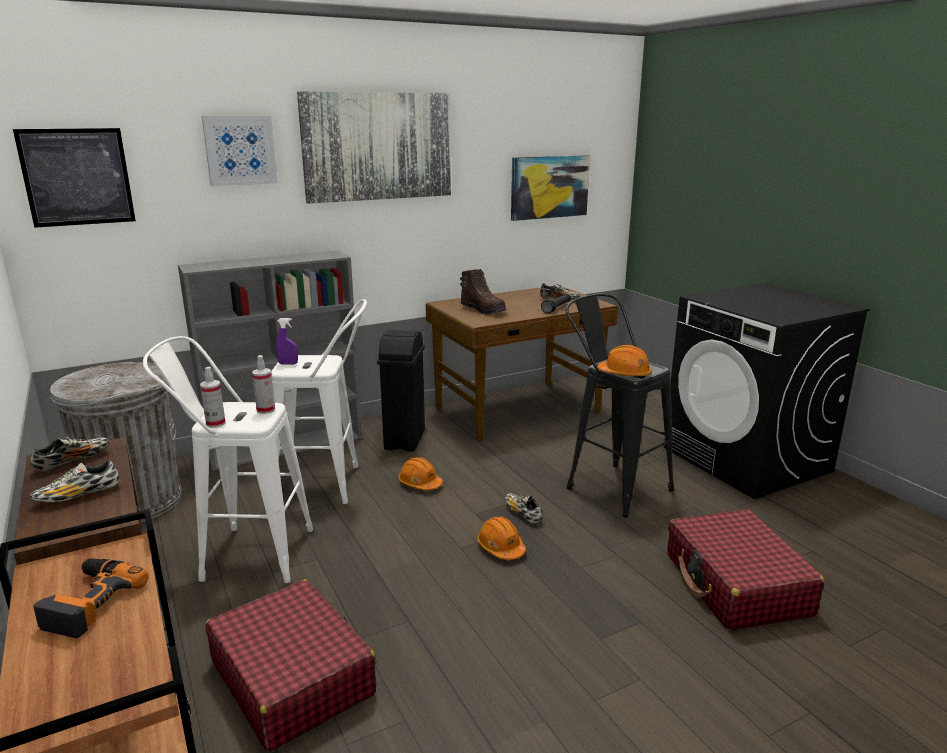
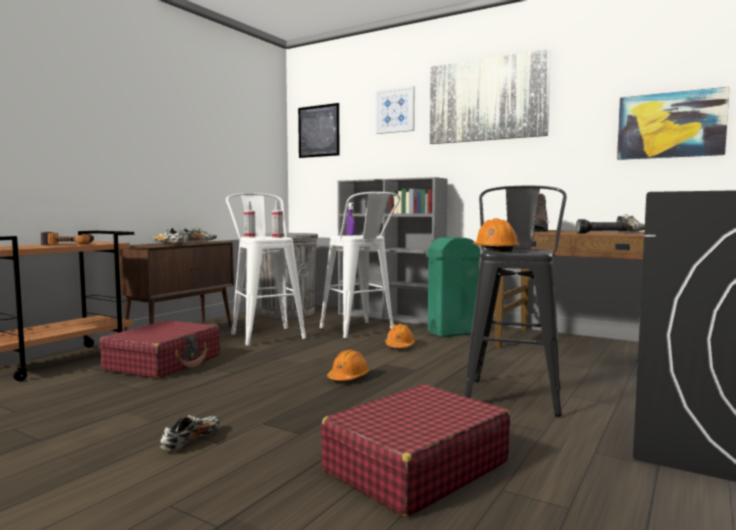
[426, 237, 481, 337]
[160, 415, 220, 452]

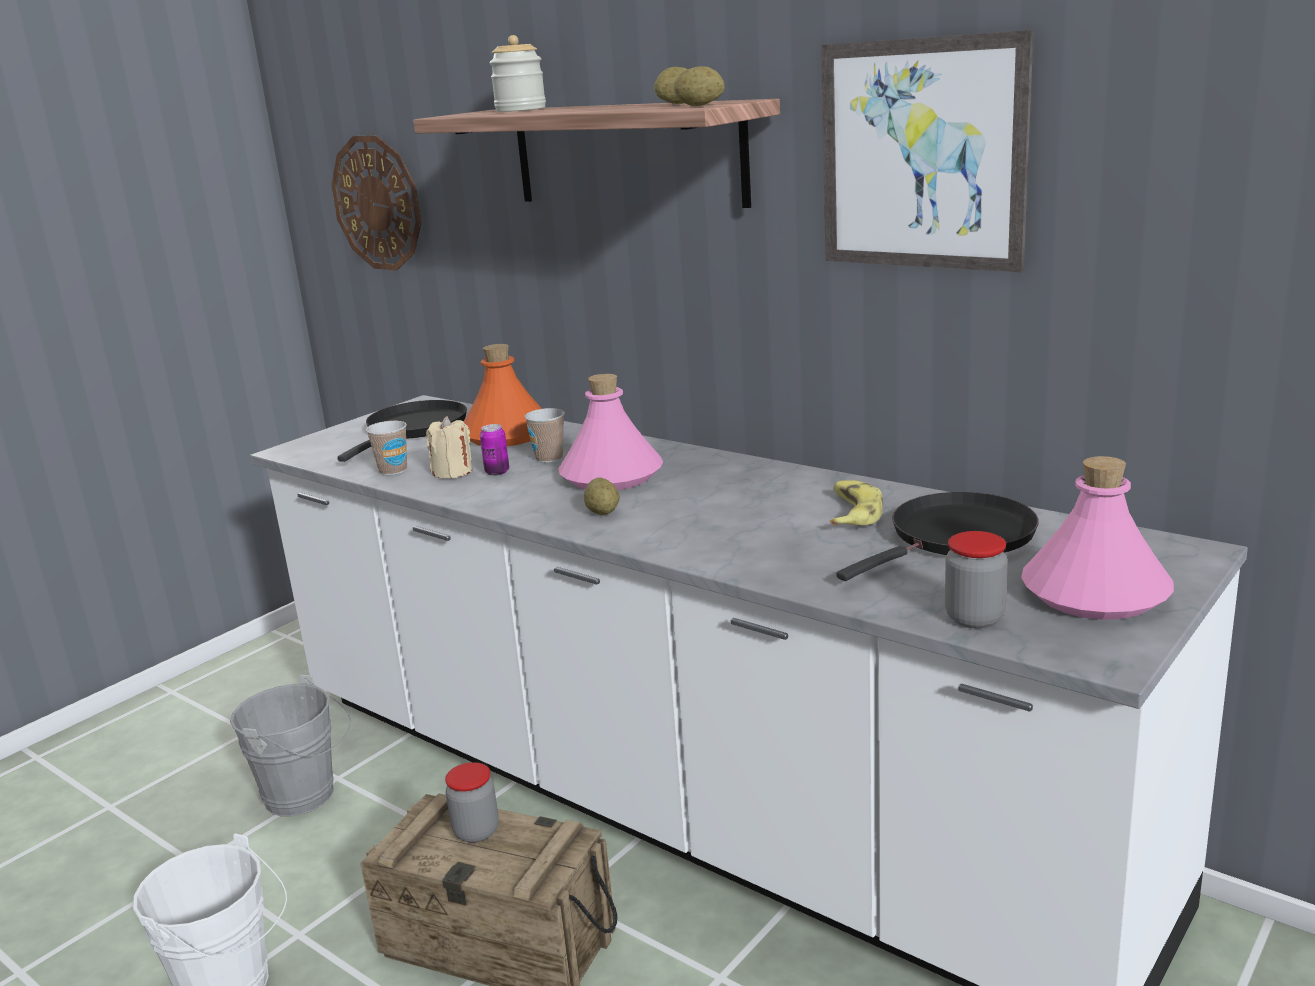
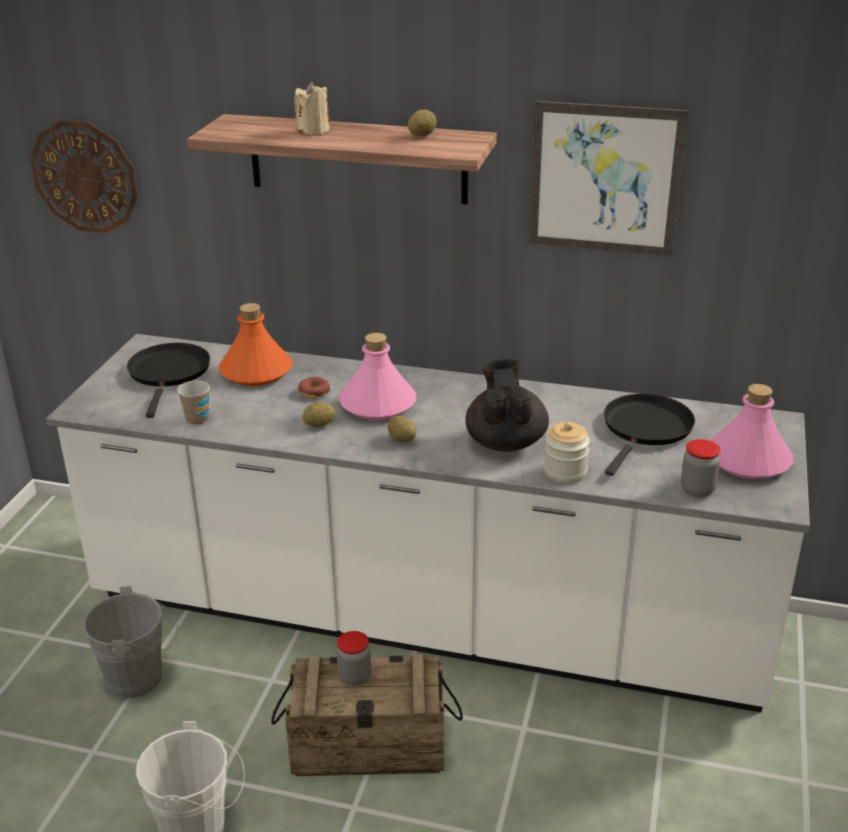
[544, 422, 590, 484]
[302, 402, 335, 427]
[298, 377, 330, 398]
[294, 82, 329, 134]
[480, 424, 509, 476] (first image)
[830, 480, 883, 526] (first image)
[465, 359, 549, 452]

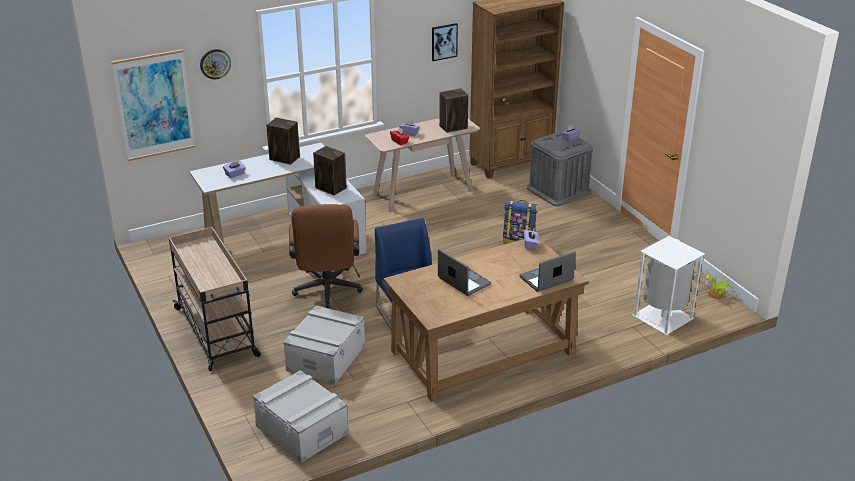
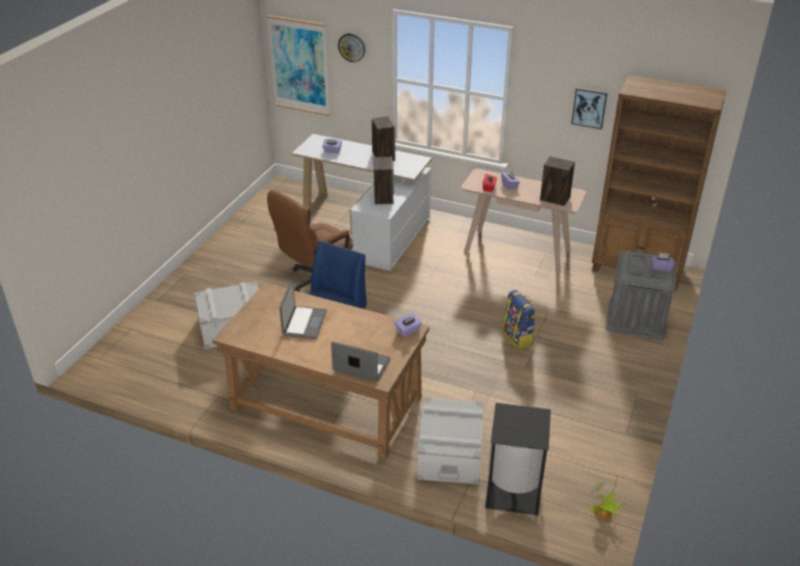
[169, 227, 261, 371] (first image)
[485, 403, 551, 515]
[416, 397, 483, 485]

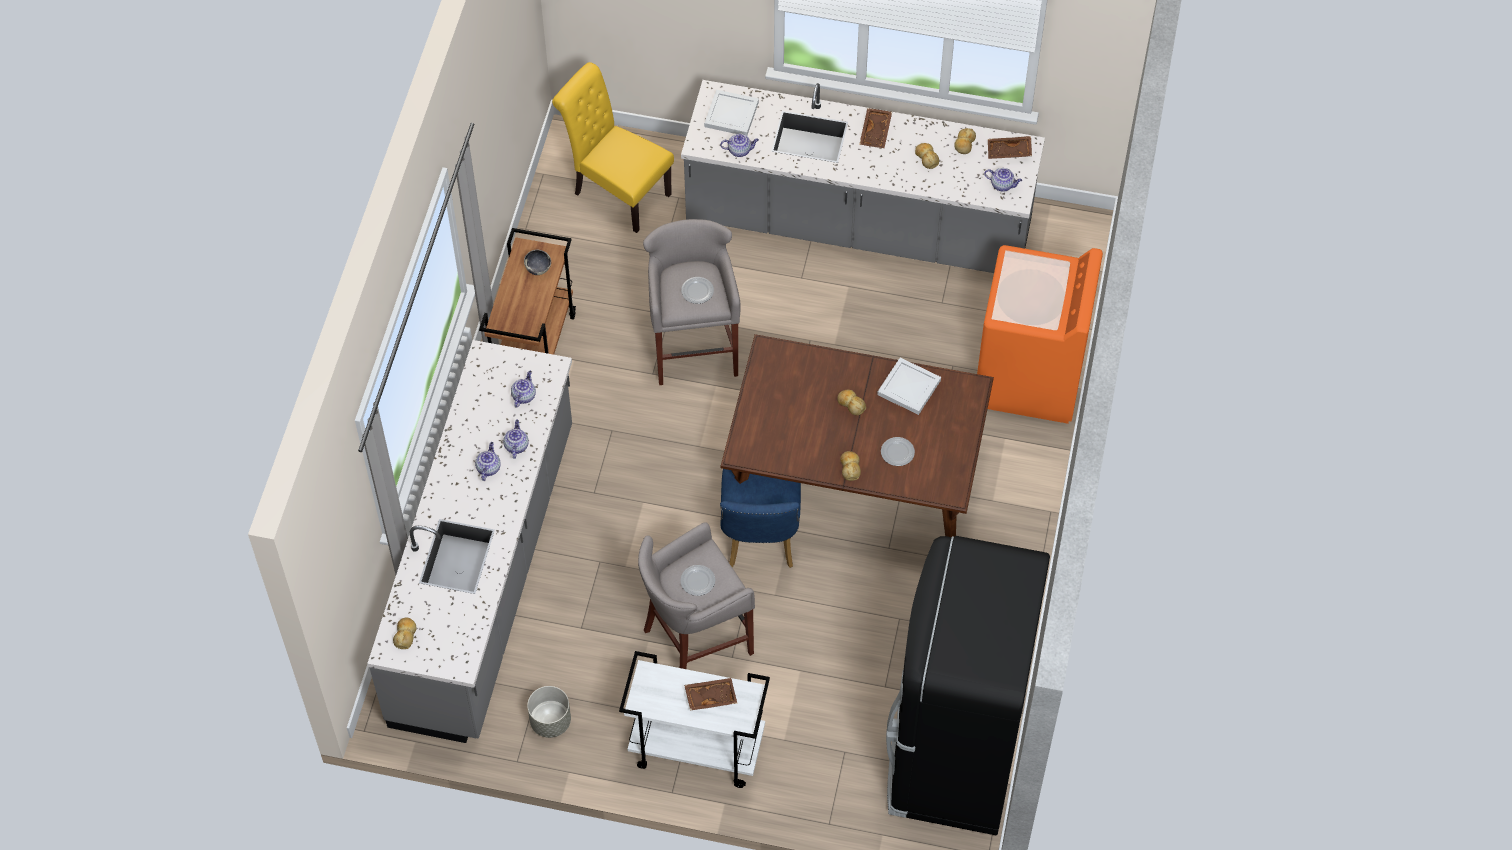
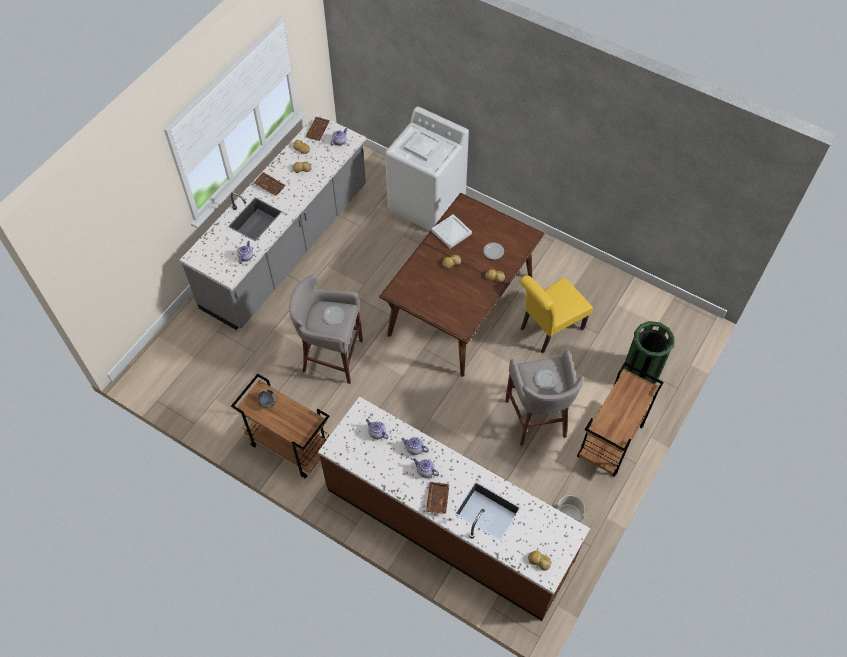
[519, 275, 593, 353]
[404, 130, 443, 161]
[385, 106, 469, 231]
[318, 396, 590, 621]
[720, 469, 801, 568] (first image)
[886, 536, 1050, 835] (first image)
[577, 362, 664, 477]
[426, 482, 449, 514]
[623, 321, 675, 384]

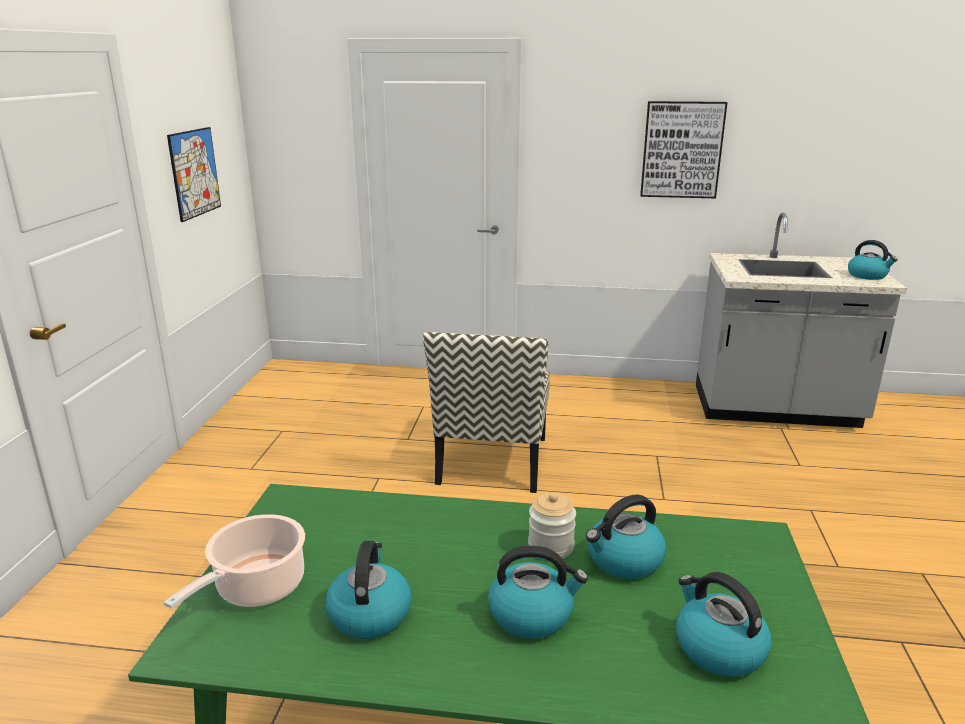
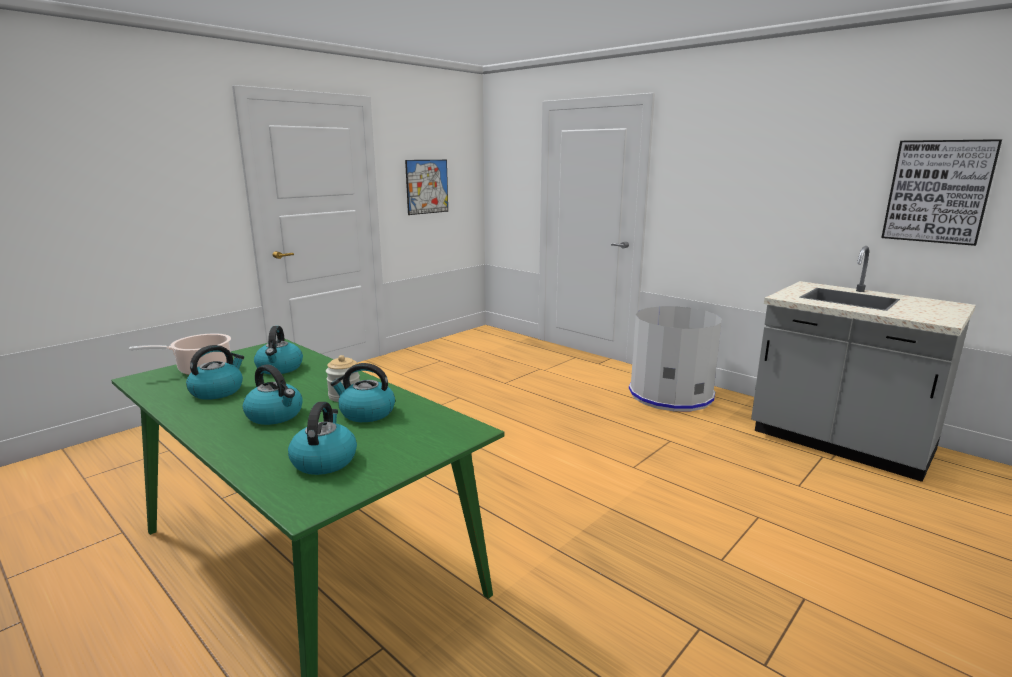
[881, 139, 1002, 246]
[254, 326, 303, 374]
[423, 332, 550, 493] (first image)
[629, 306, 722, 411]

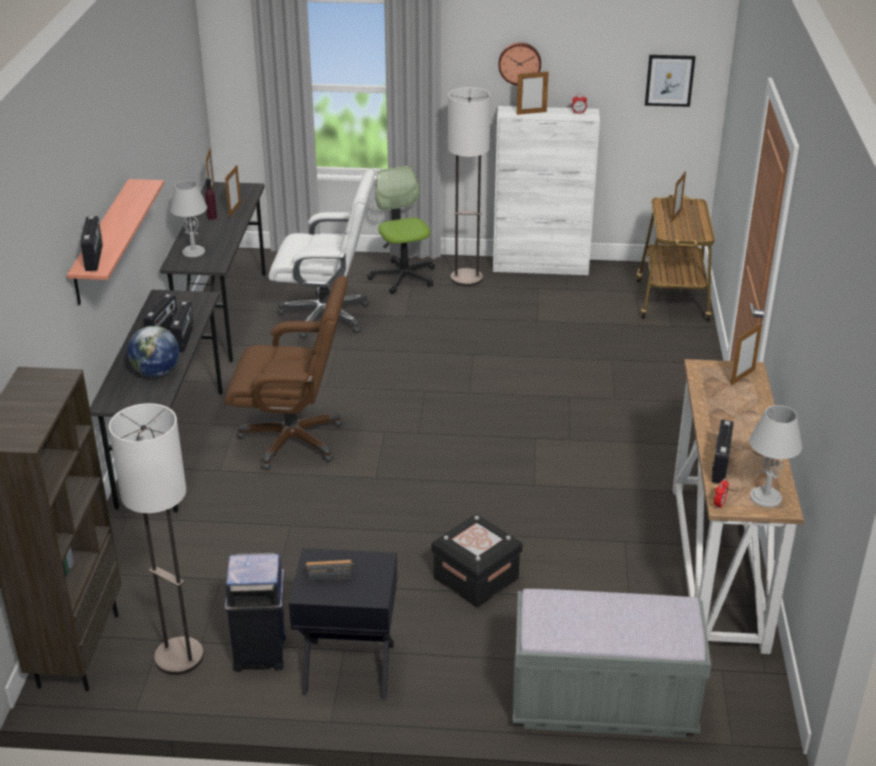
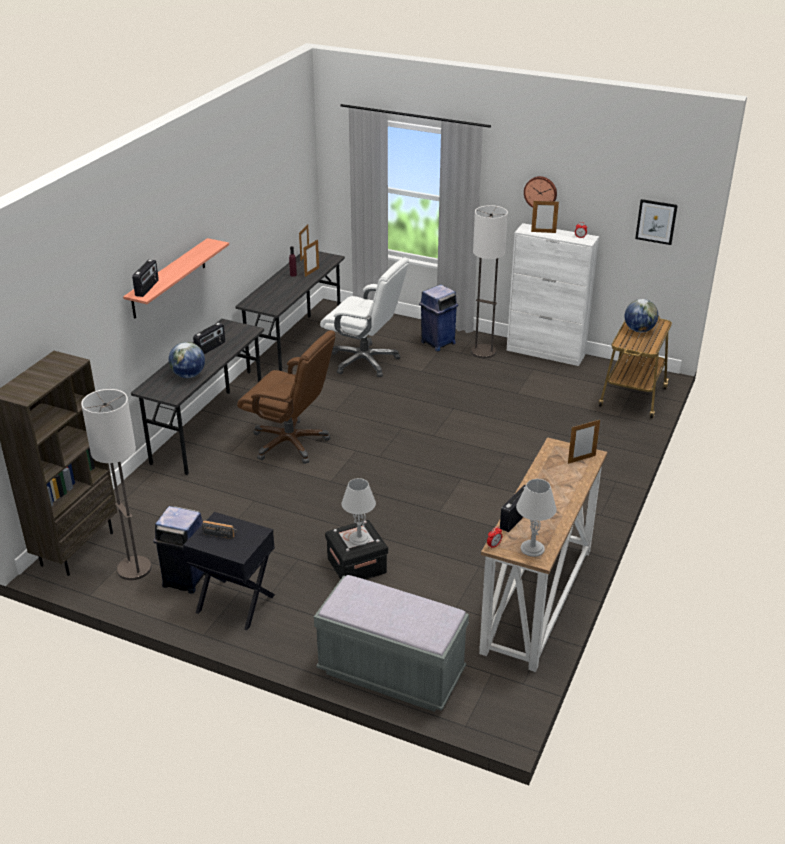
[419, 284, 458, 351]
[625, 299, 658, 332]
[341, 478, 376, 545]
[170, 302, 194, 352] (first image)

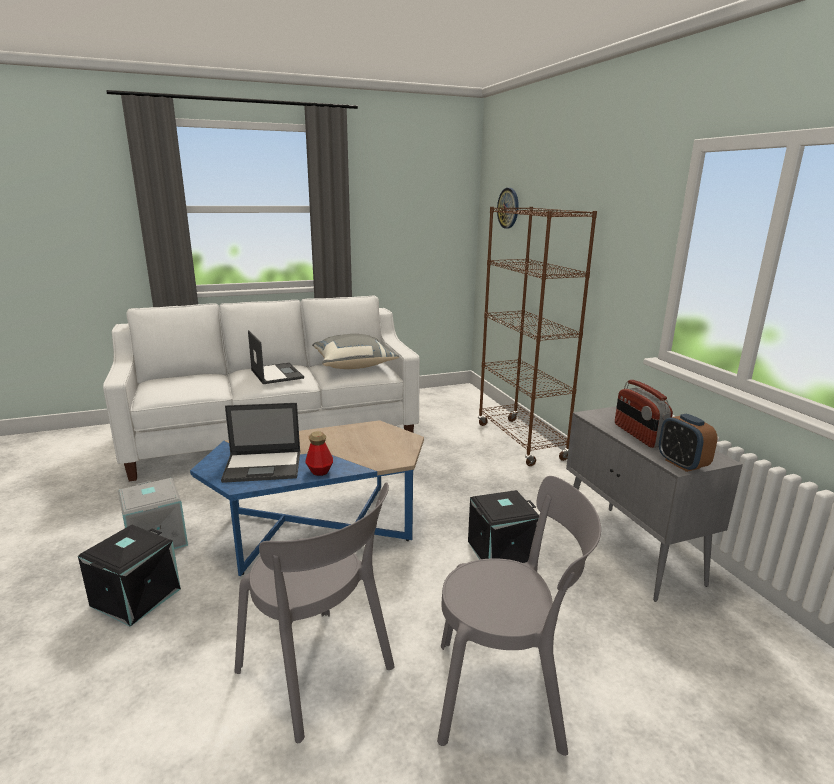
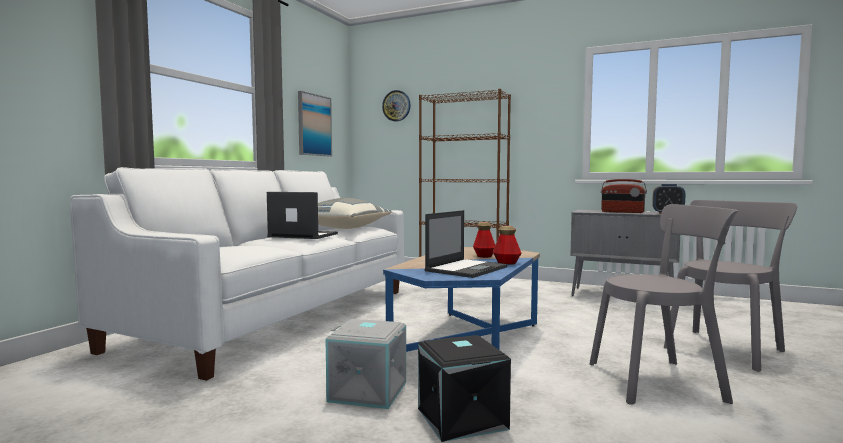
[468, 490, 539, 563] (first image)
[298, 91, 332, 157]
[473, 222, 495, 258]

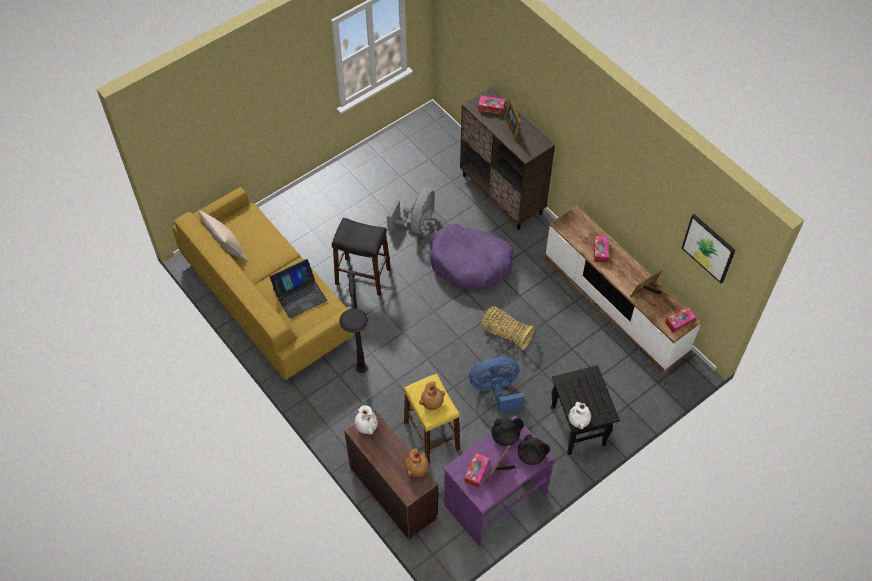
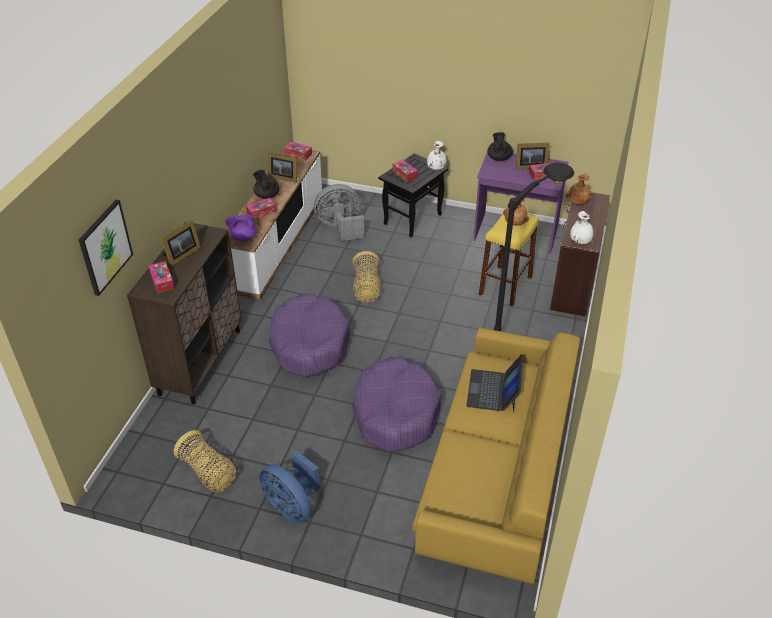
[314, 184, 364, 241]
[198, 210, 247, 261] (first image)
[79, 200, 133, 296]
[352, 357, 441, 452]
[466, 354, 523, 413]
[259, 450, 320, 524]
[253, 170, 279, 199]
[392, 160, 418, 182]
[225, 214, 257, 241]
[174, 430, 237, 493]

